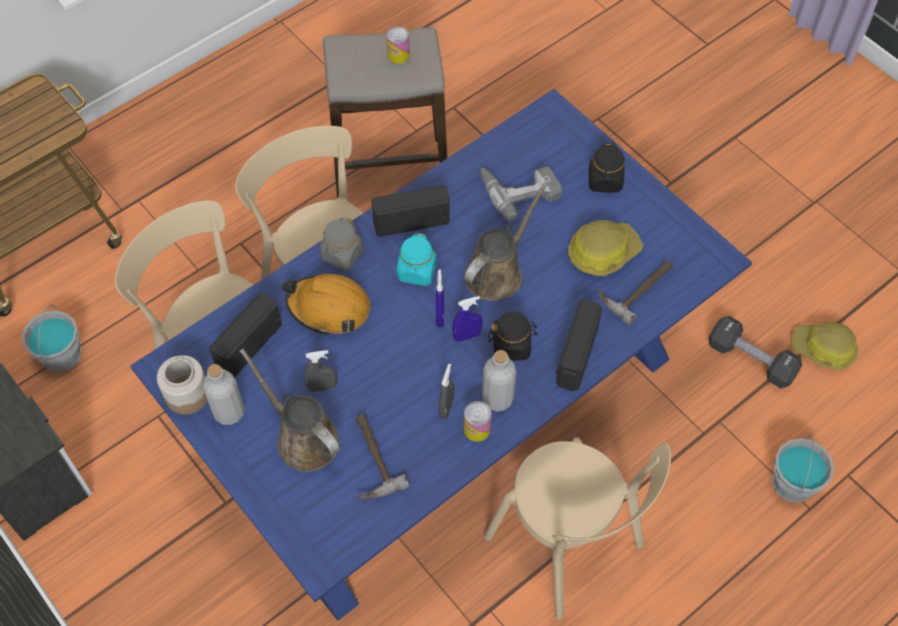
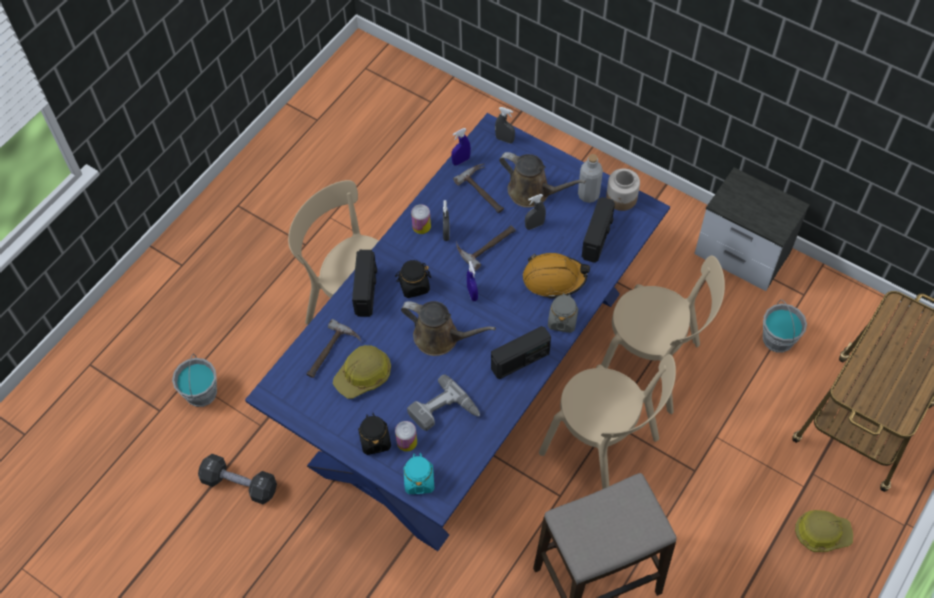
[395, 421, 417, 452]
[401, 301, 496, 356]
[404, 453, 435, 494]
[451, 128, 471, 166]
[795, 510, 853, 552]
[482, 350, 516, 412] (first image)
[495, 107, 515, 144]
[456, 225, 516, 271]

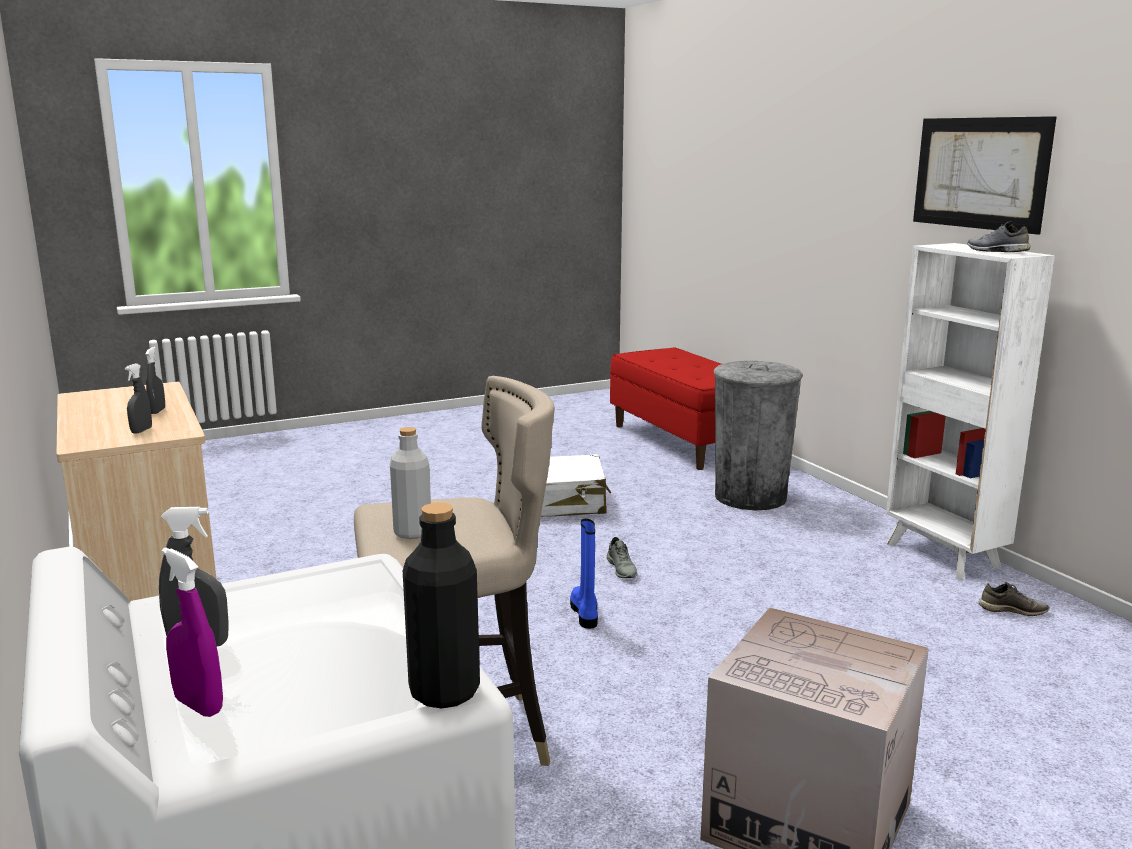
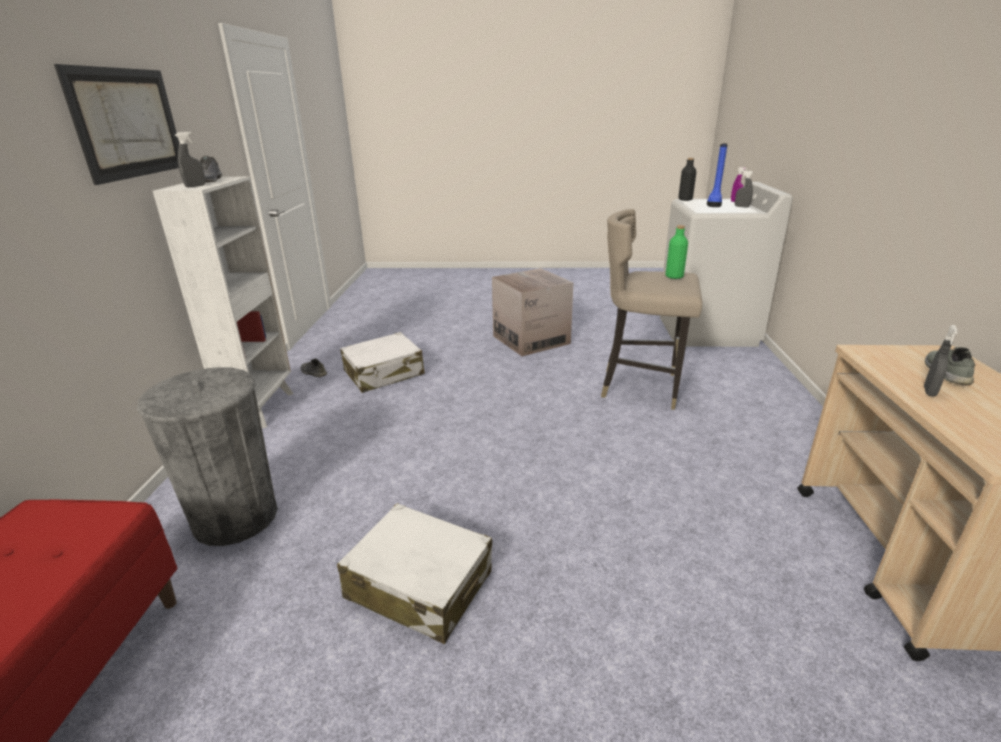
[175, 132, 206, 187]
[666, 225, 688, 279]
[707, 143, 728, 207]
[925, 347, 975, 385]
[340, 332, 425, 393]

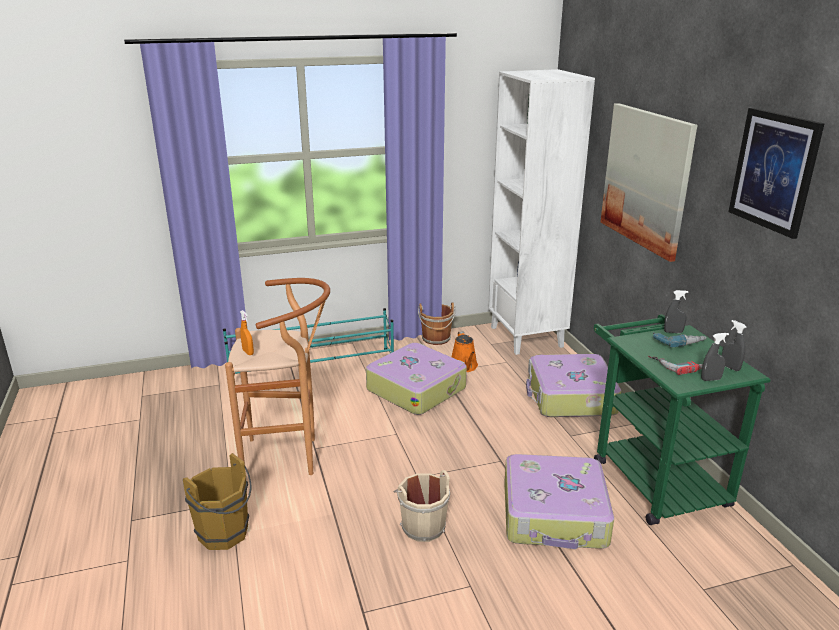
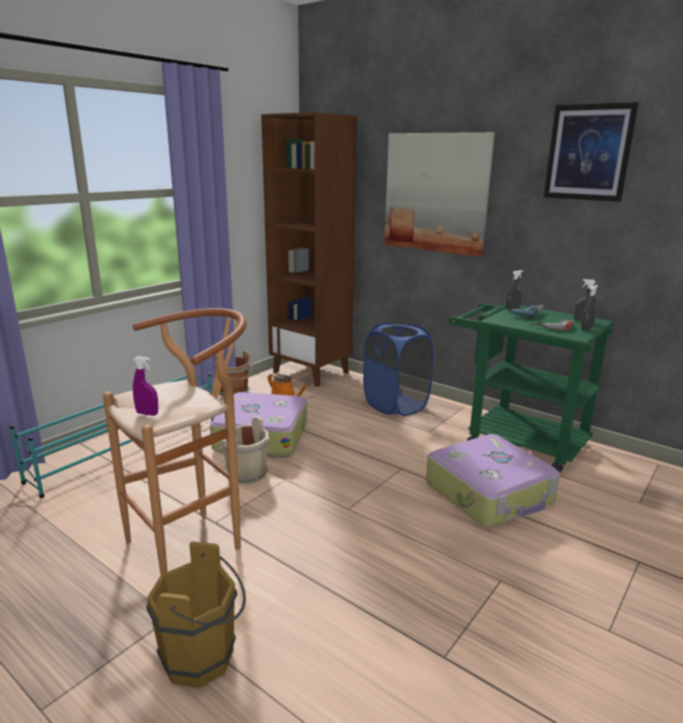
[261, 112, 357, 387]
[133, 356, 158, 416]
[363, 323, 434, 416]
[217, 417, 269, 484]

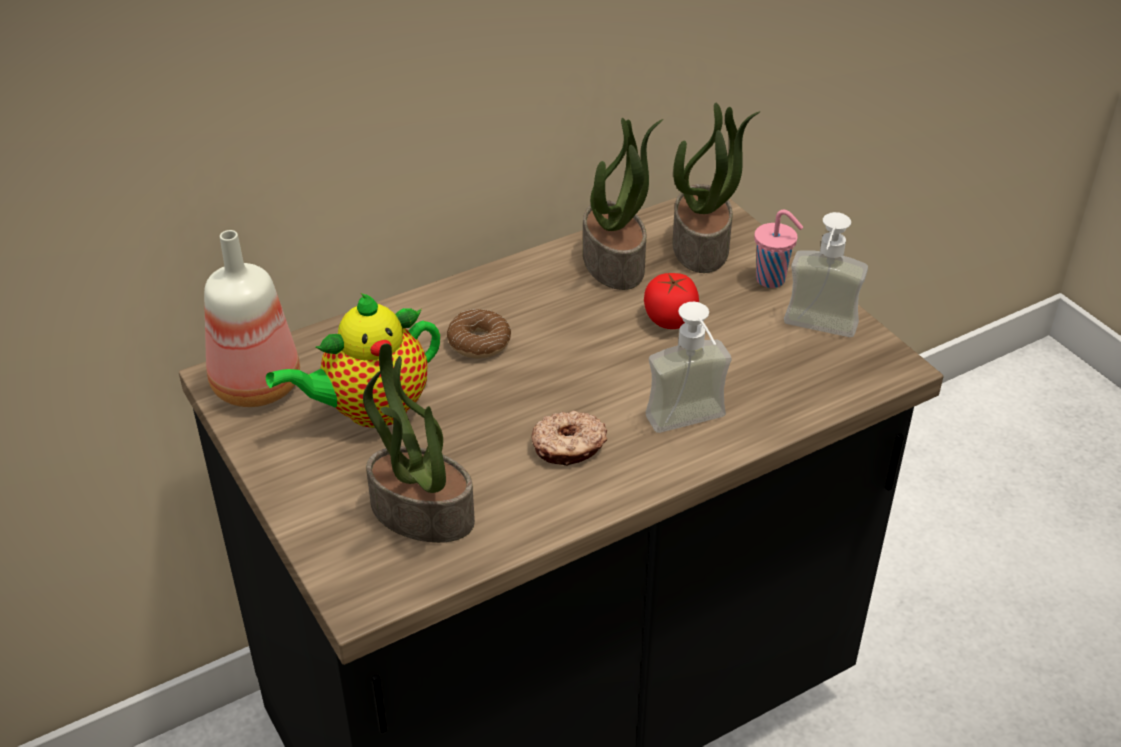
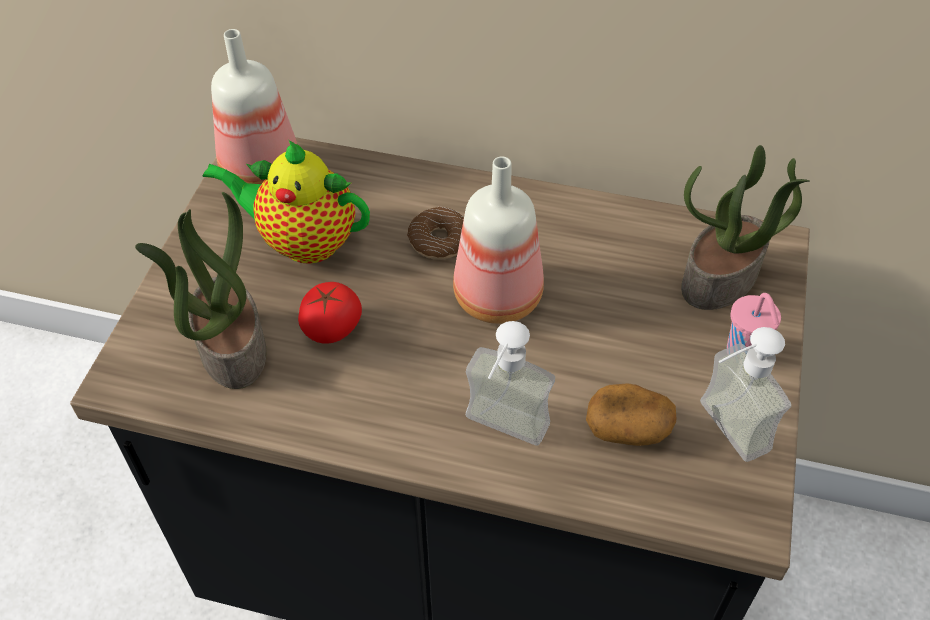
[583, 118, 663, 290] (first image)
[298, 282, 362, 344]
[531, 411, 607, 466] (first image)
[453, 156, 544, 324]
[586, 383, 676, 446]

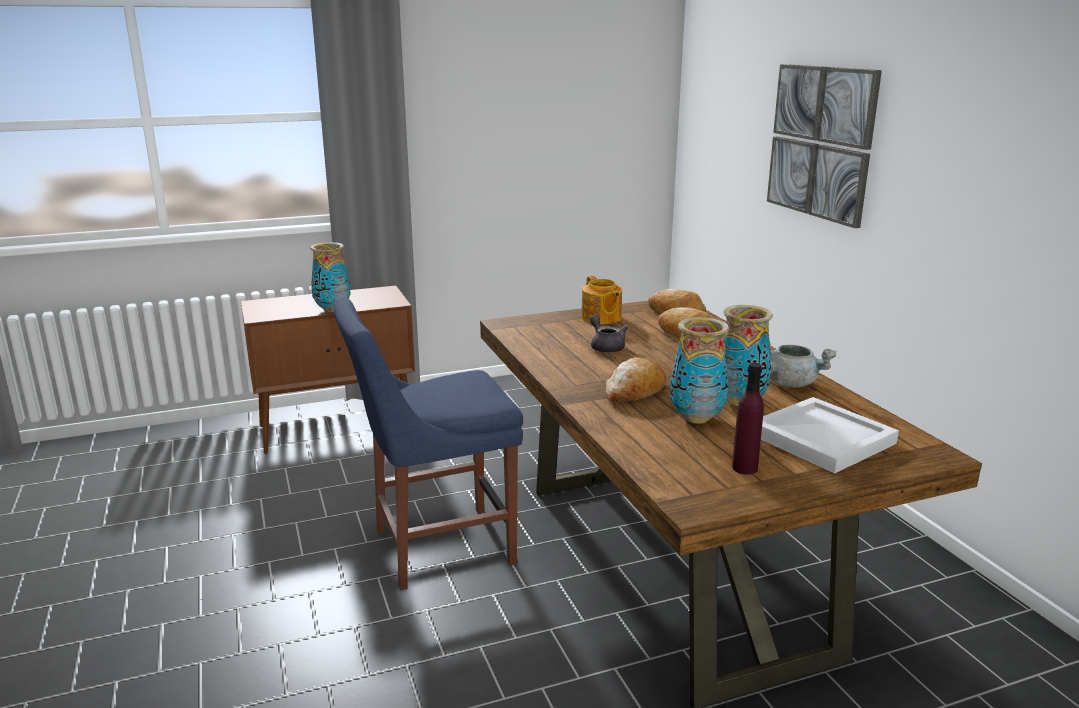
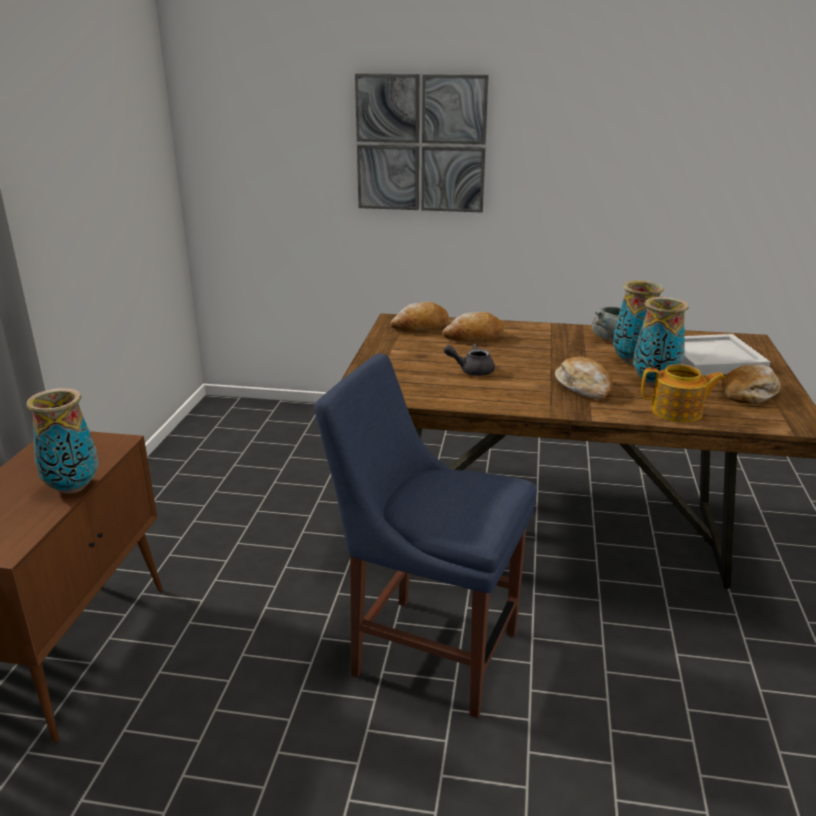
[641, 364, 725, 423]
[314, 354, 537, 718]
[722, 364, 780, 404]

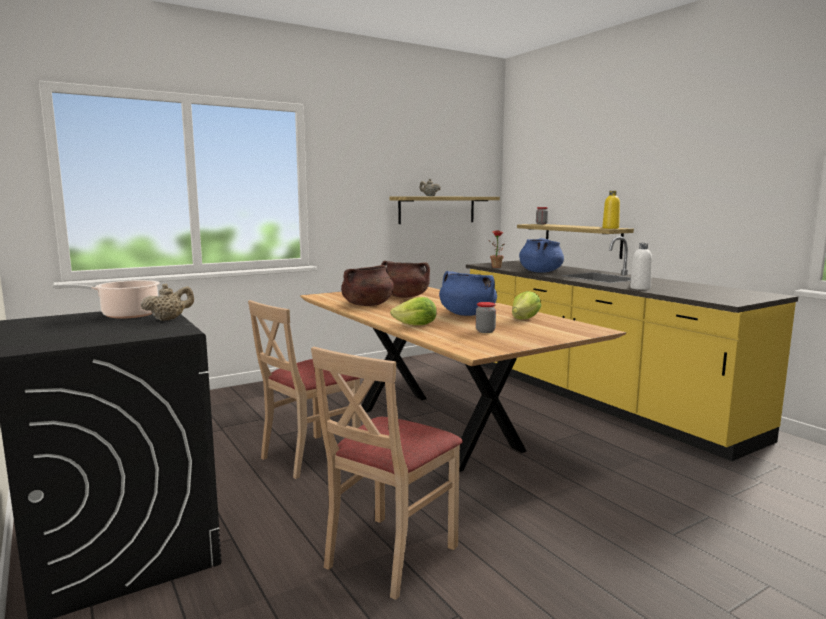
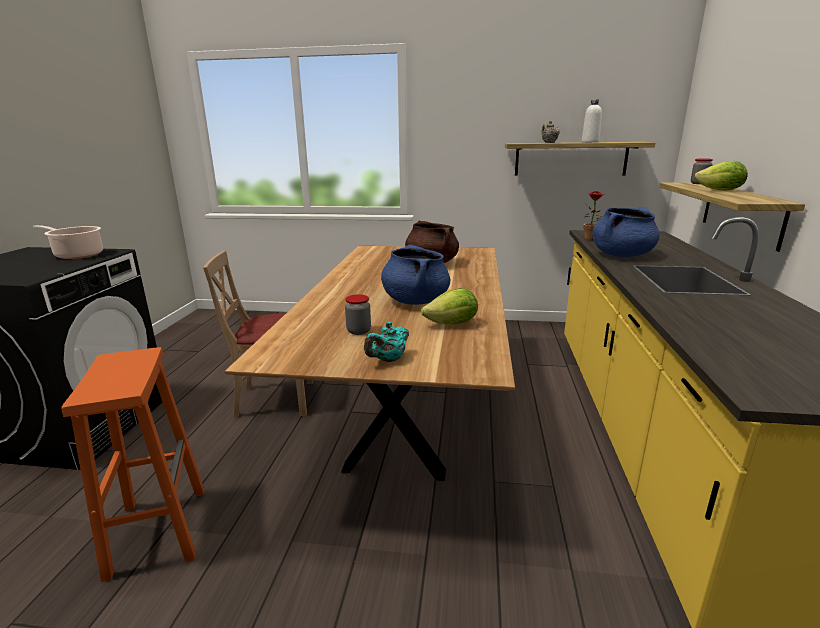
[602, 191, 620, 229] (first image)
[581, 99, 602, 143]
[341, 265, 394, 306] (first image)
[141, 283, 194, 321] (first image)
[694, 161, 748, 190]
[62, 347, 204, 582]
[364, 322, 409, 362]

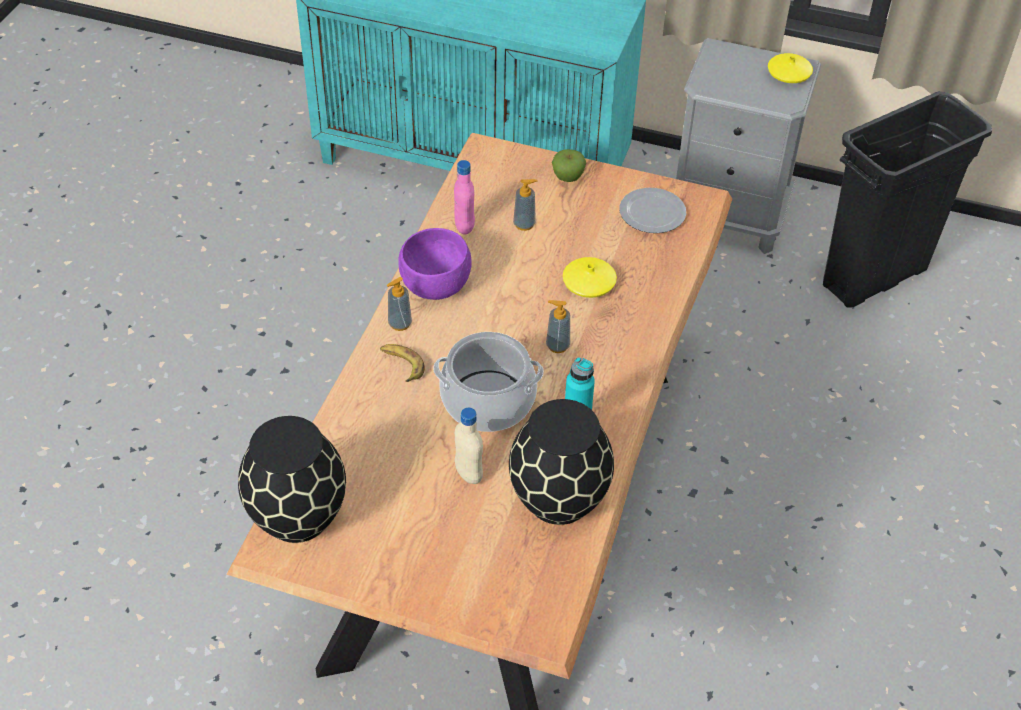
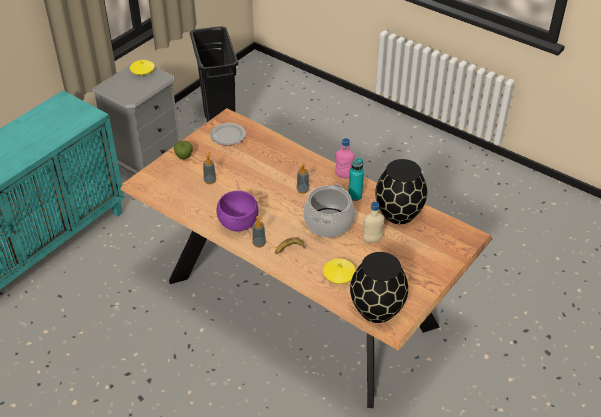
[335, 138, 355, 178]
[323, 258, 356, 284]

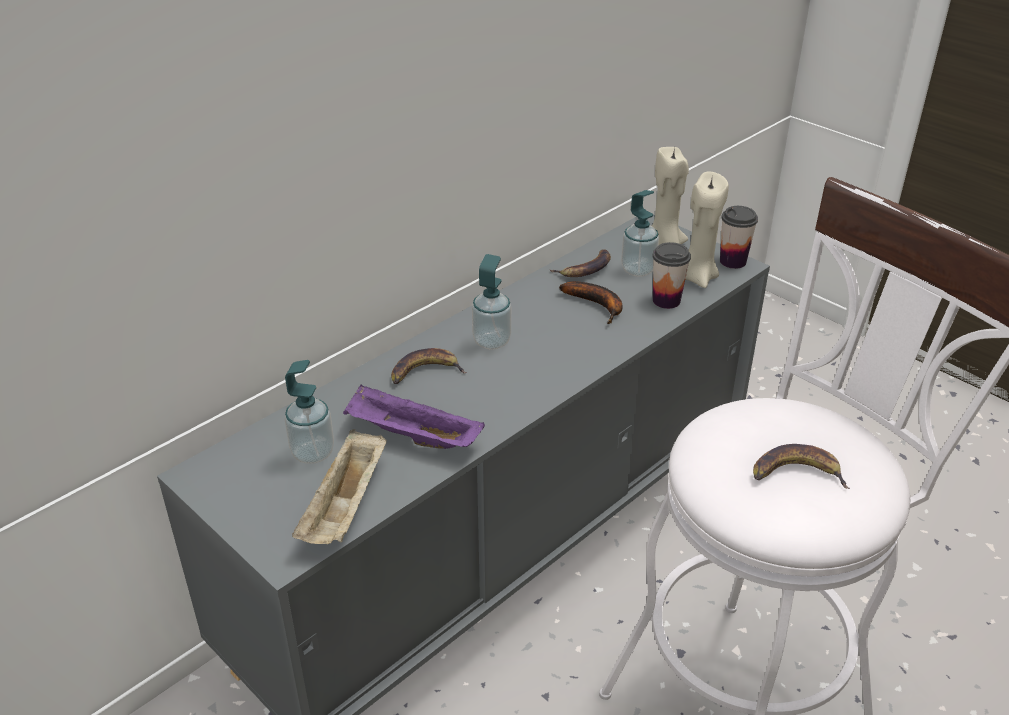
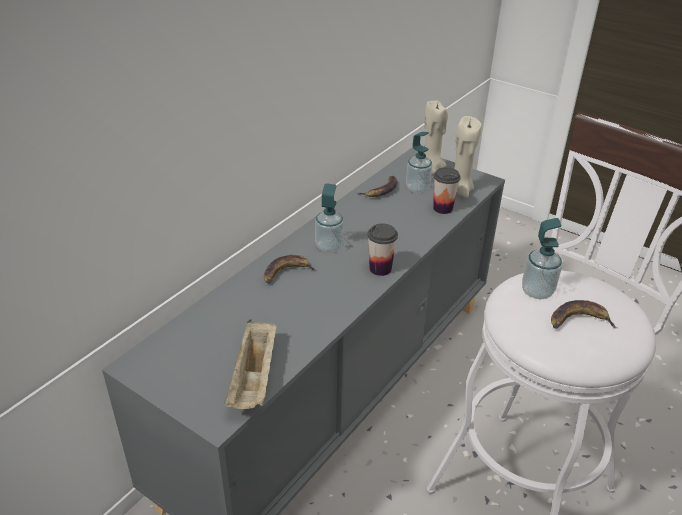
[368, 223, 398, 276]
[559, 281, 623, 324] (first image)
[522, 218, 562, 299]
[343, 384, 485, 449] (first image)

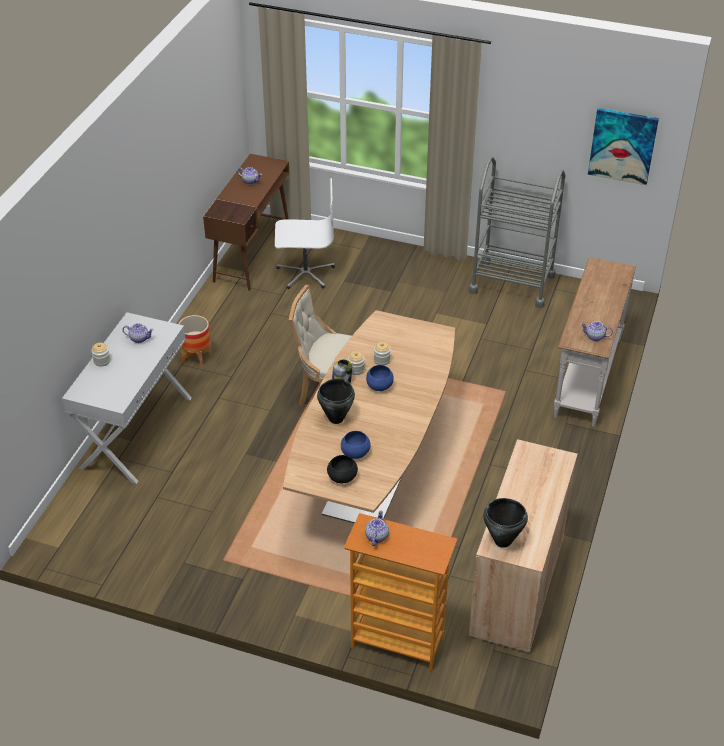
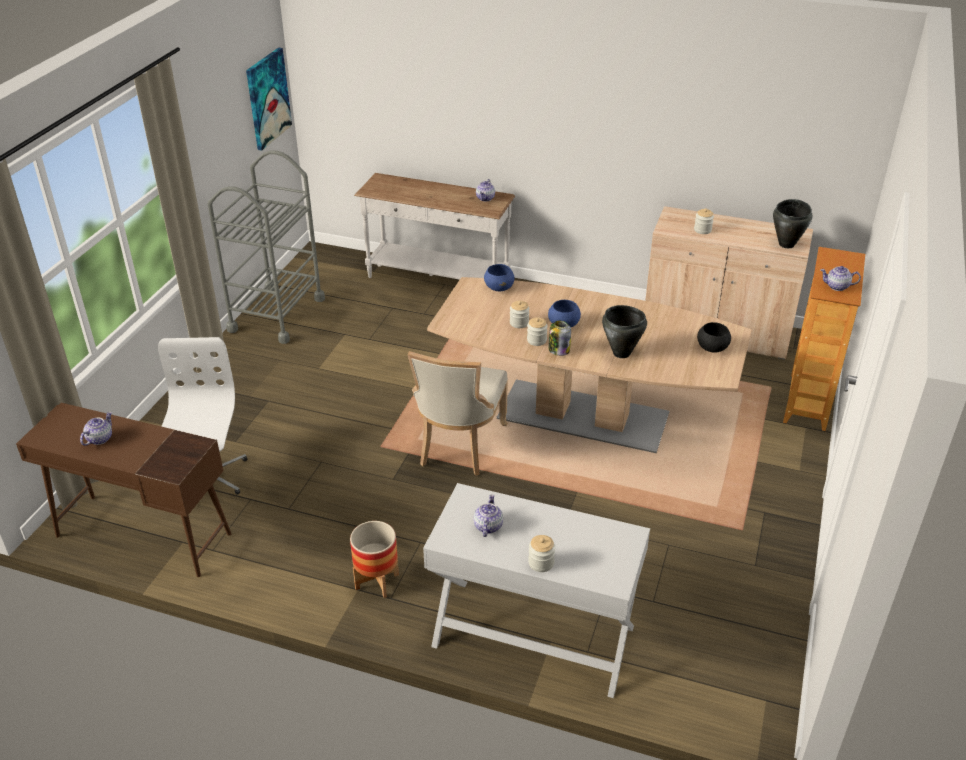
[484, 264, 514, 291]
[694, 208, 714, 234]

